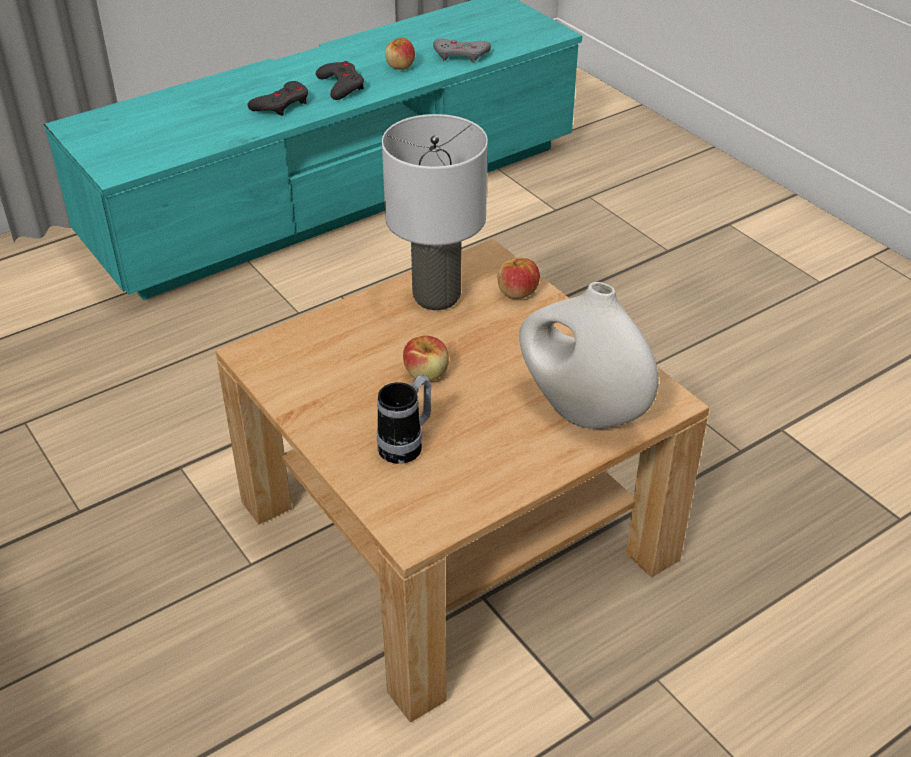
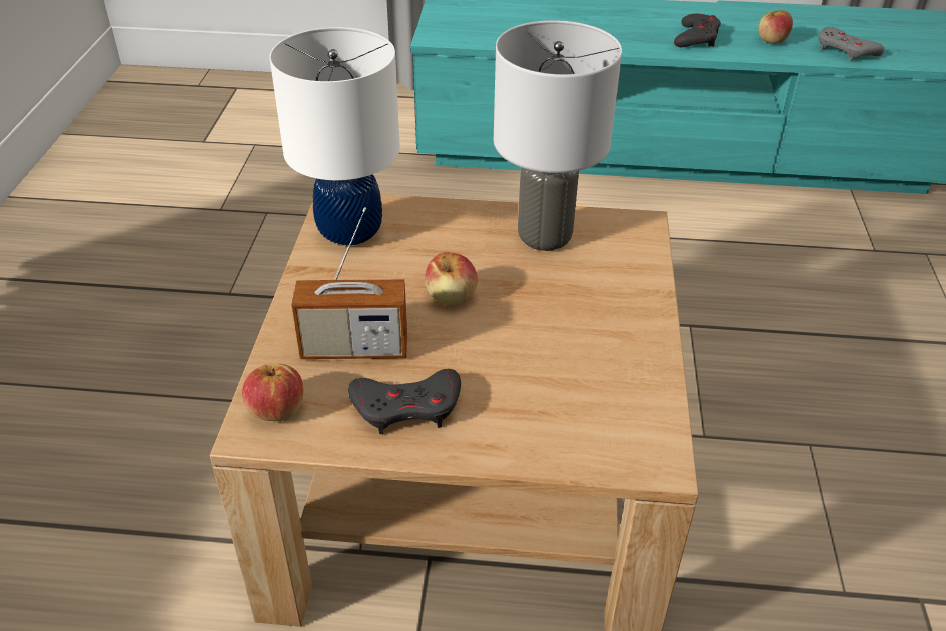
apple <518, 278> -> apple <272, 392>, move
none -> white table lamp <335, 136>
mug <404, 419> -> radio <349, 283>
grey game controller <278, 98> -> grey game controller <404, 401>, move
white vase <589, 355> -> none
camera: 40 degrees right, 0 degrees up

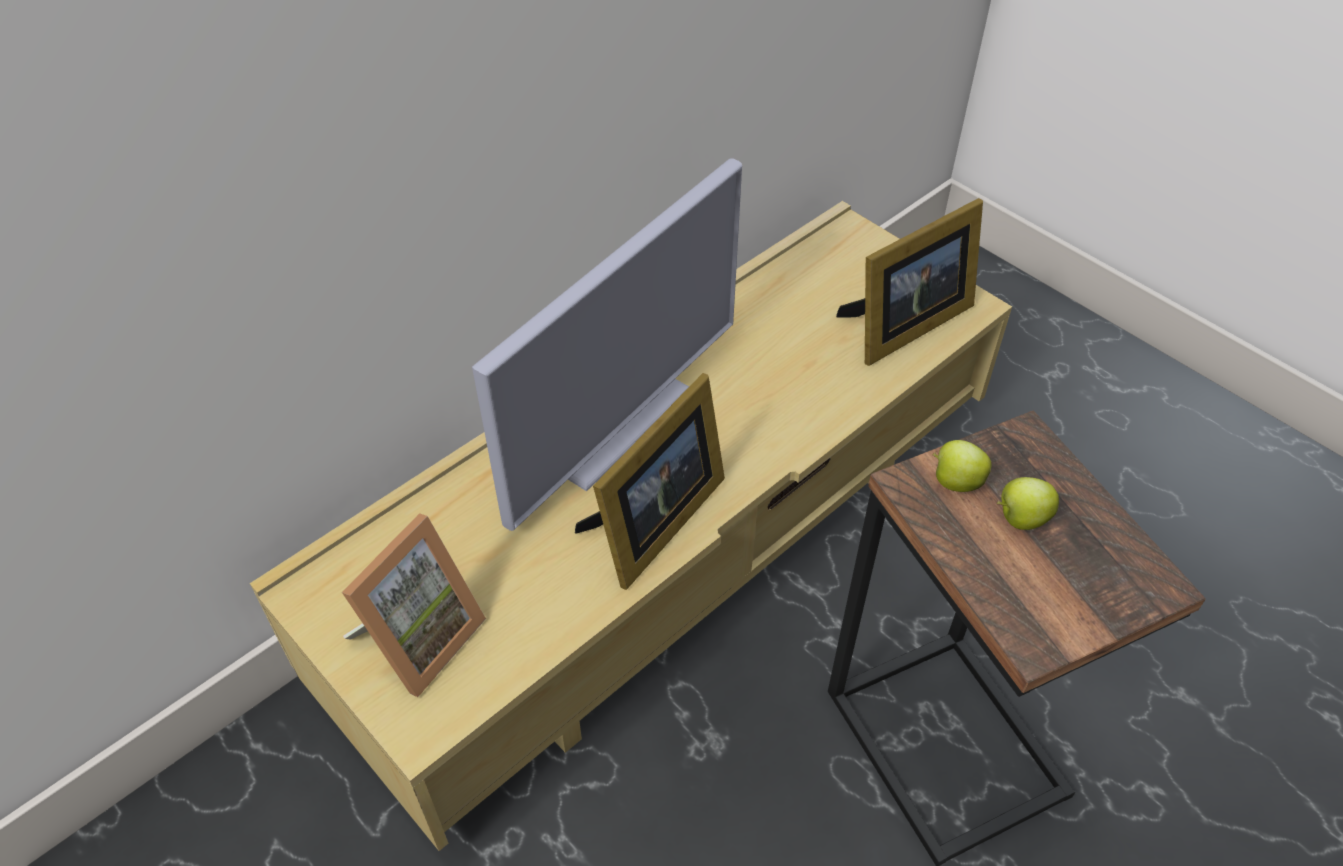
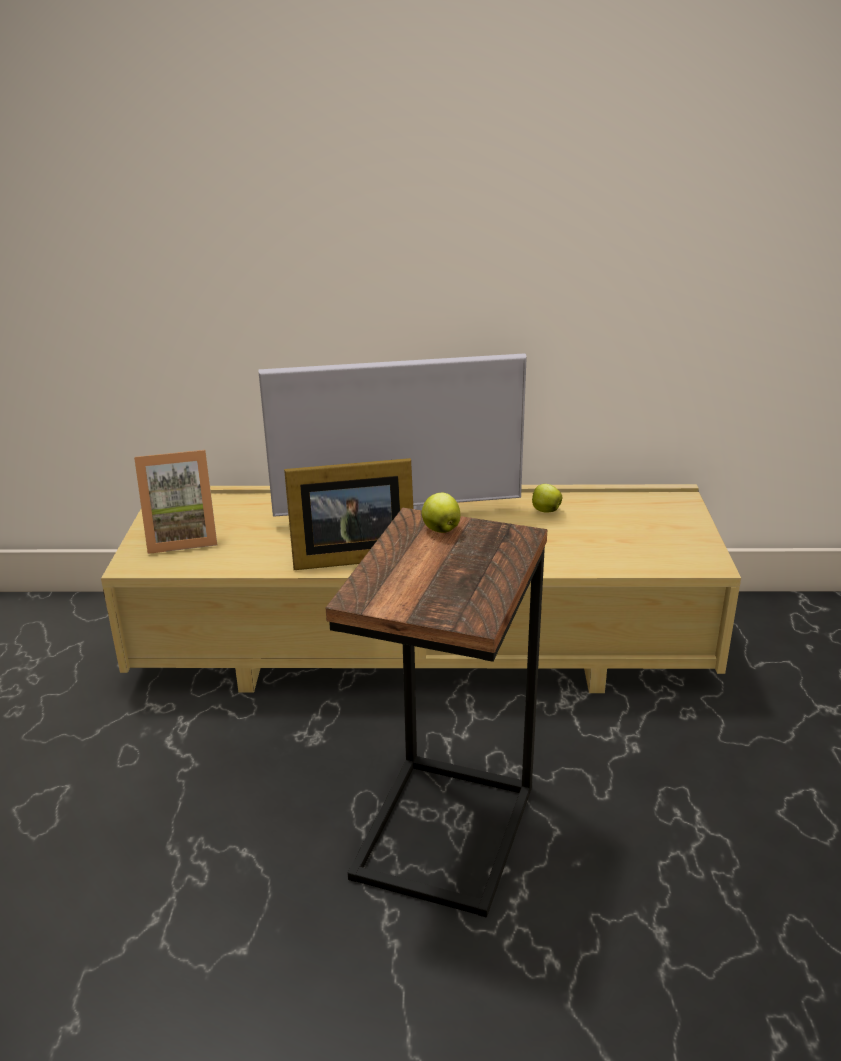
apple <1028, 503> -> apple <547, 498>, move
picture frame <909, 282> -> none
camera: 45 degrees right, 20 degrees down

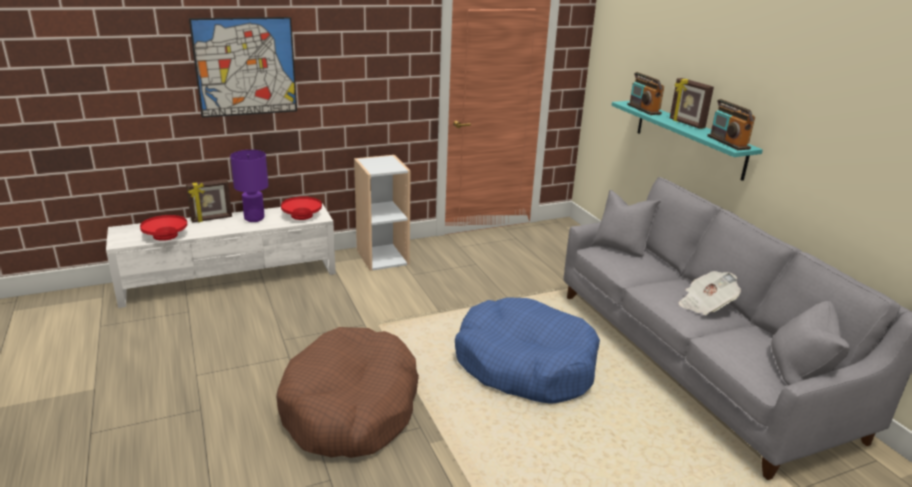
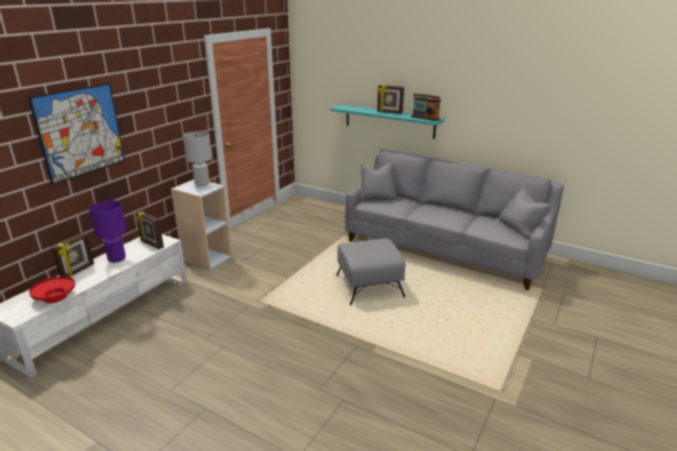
red bowl <301, 208> -> picture frame <149, 230>
none -> grey table lamp <197, 158>
blue dog bed <527, 350> -> grey ottoman <370, 271>
brown dog bed <347, 392> -> none
radio <645, 93> -> none
newspaper <710, 293> -> none
camera: 35 degrees left, 0 degrees up

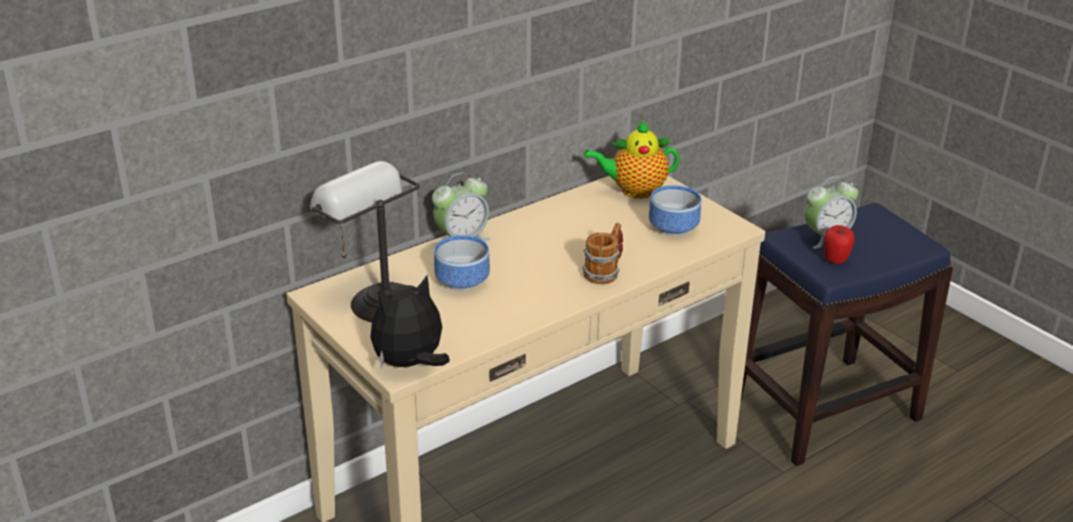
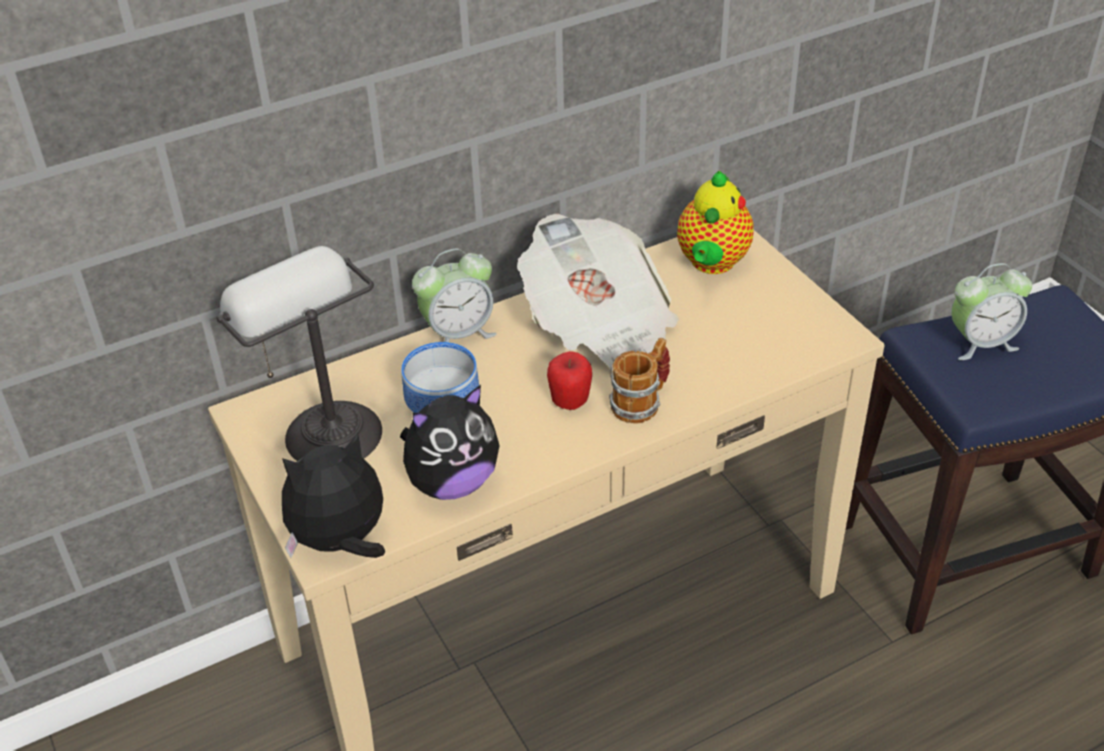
none -> plush toy <450, 442>
none -> newspaper <598, 292>
apple <839, 244> -> apple <569, 380>, move
teapot <632, 159> -> teapot <715, 222>, 75 degrees counterclockwise
bowl <675, 210> -> none
camera: 10 degrees right, 10 degrees up

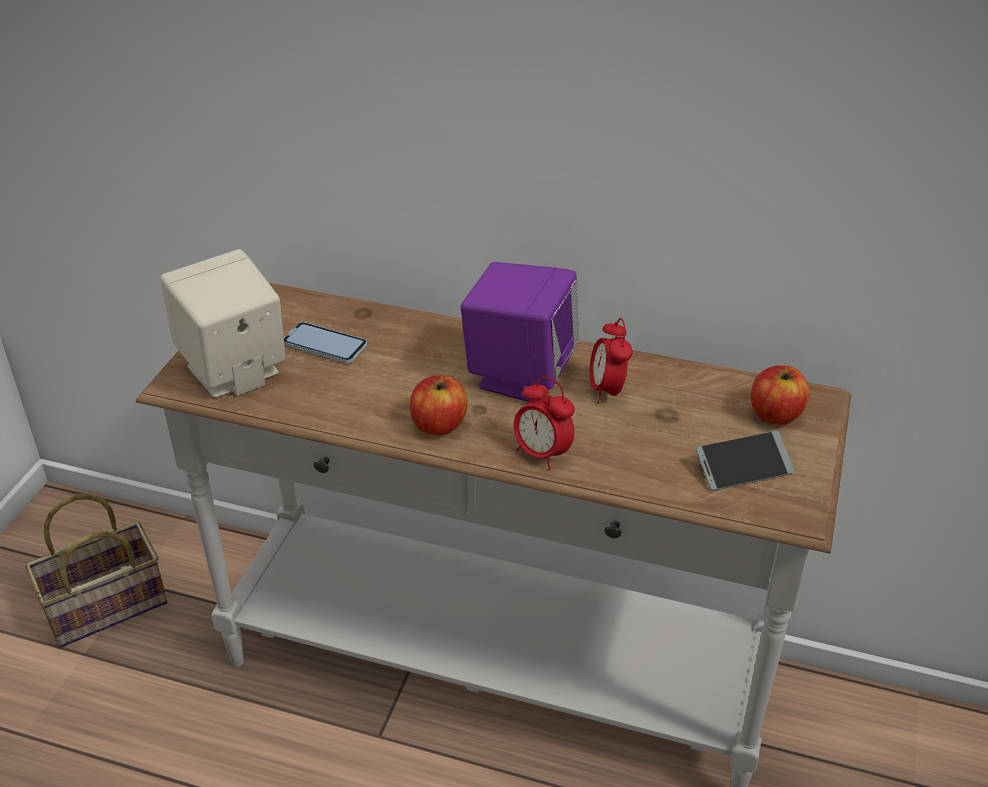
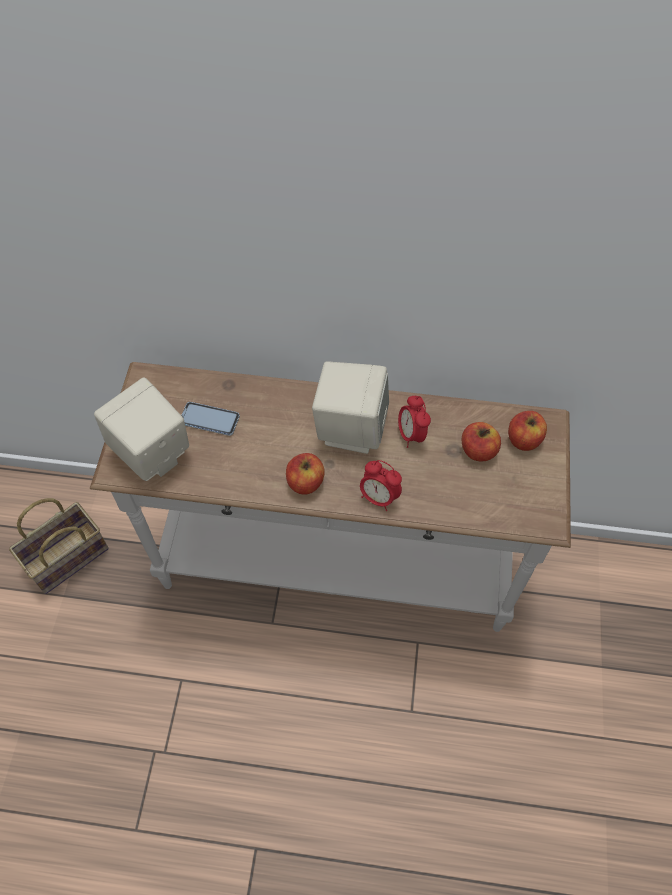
purple speaker <520, 332> -> beige speaker <350, 407>
none -> apple <481, 442>
phone <745, 461> -> none
camera: 10 degrees left, 20 degrees up

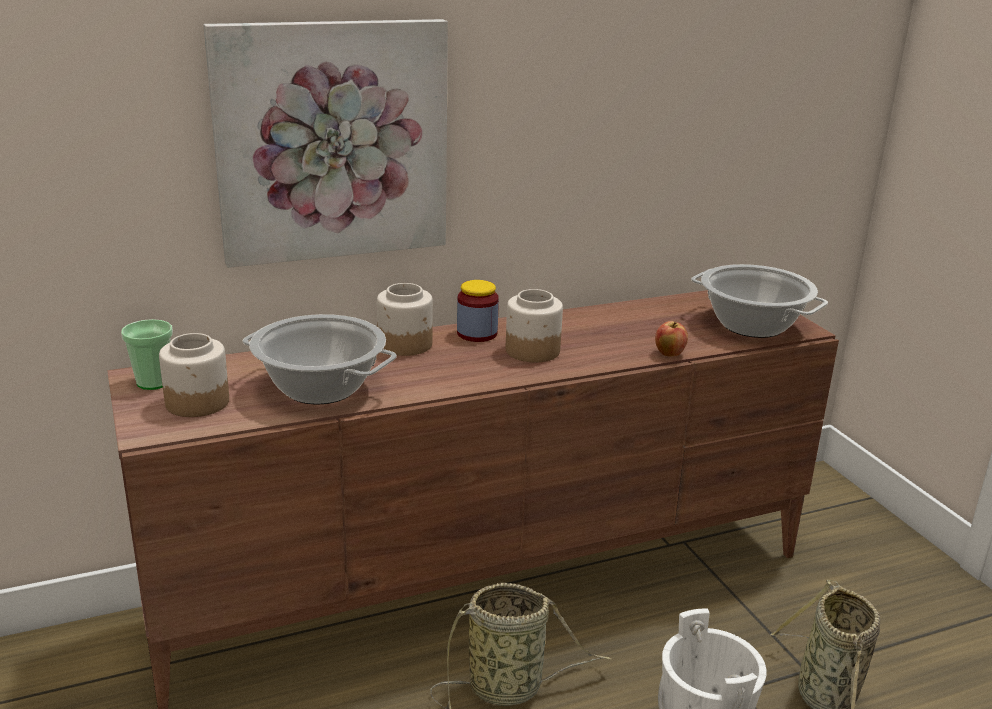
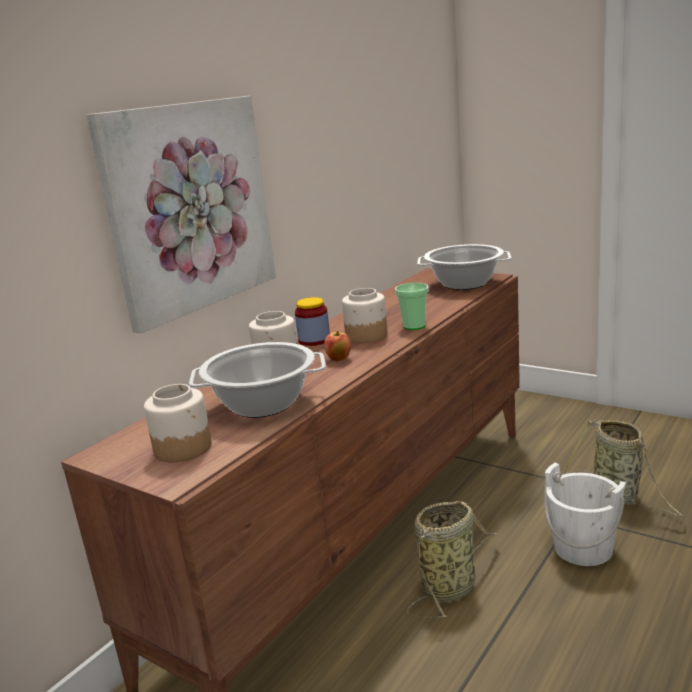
apple <671, 339> -> apple <337, 346>, move
cup <147, 354> -> cup <412, 306>, move
camera: 30 degrees left, 5 degrees down

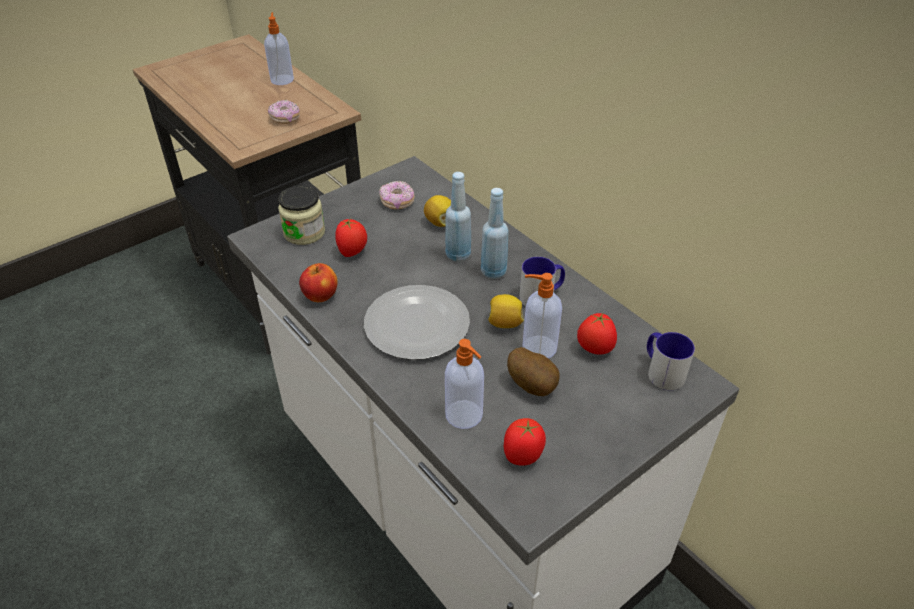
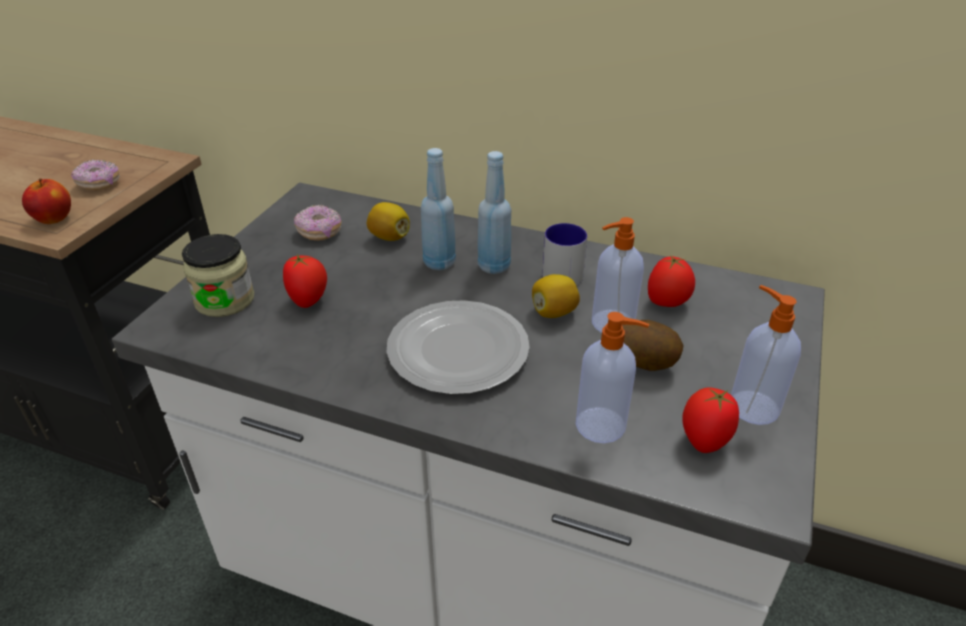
apple <318, 282> -> apple <46, 201>, move
soap dispenser <279, 48> -> soap dispenser <766, 355>, move
mug <671, 361> -> none
camera: 30 degrees left, 5 degrees down

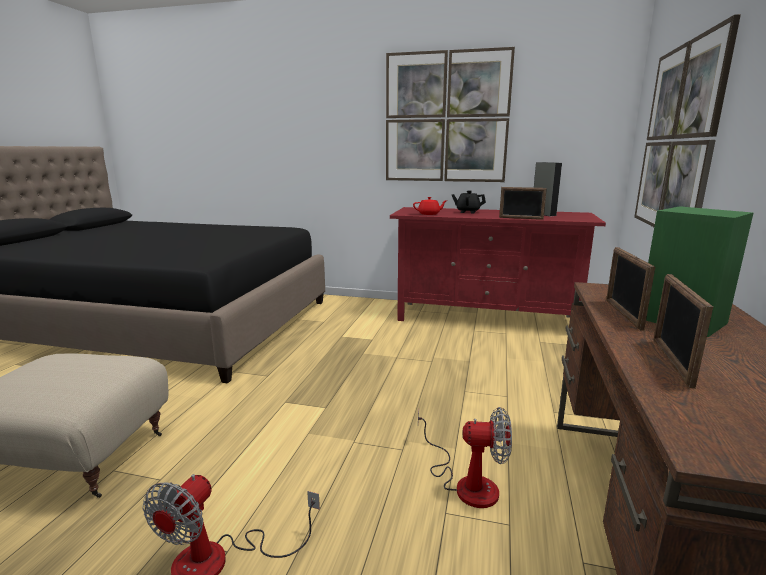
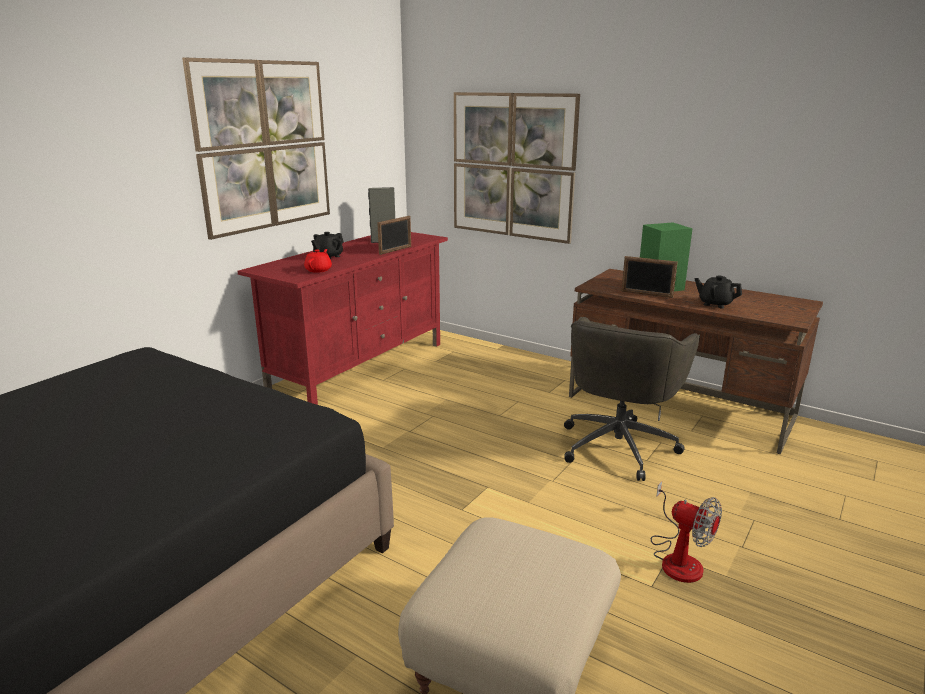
fan <465, 457> -> grey office chair <632, 399>
picture frame <683, 331> -> black teapot <718, 291>
camera: 70 degrees left, 5 degrees up

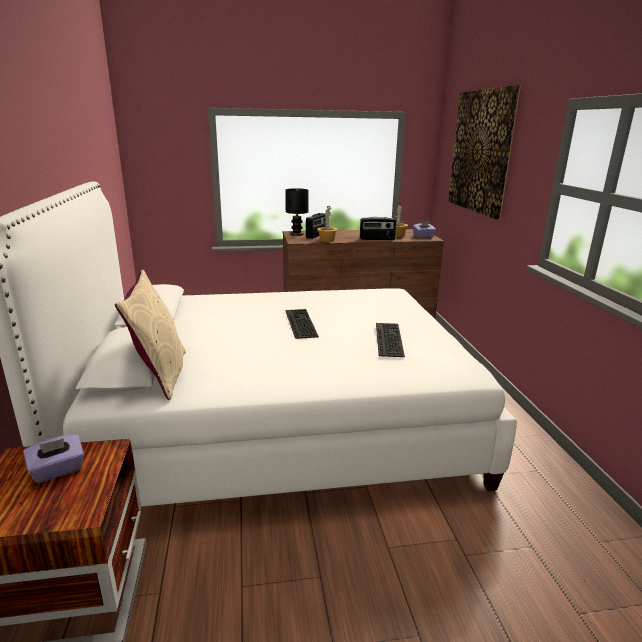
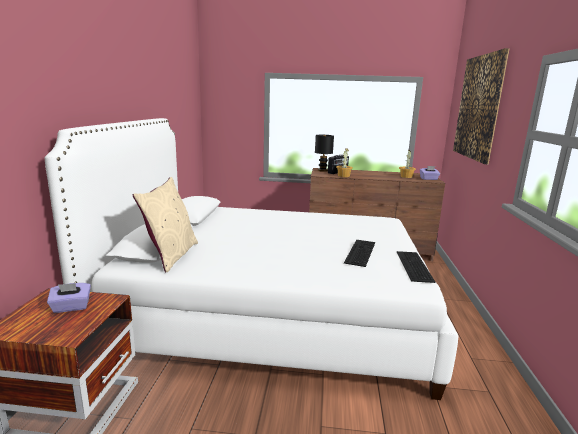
keyboard <302, 324> -> keyboard <416, 267>, move
radio <378, 228> -> none
camera: 15 degrees right, 5 degrees down

